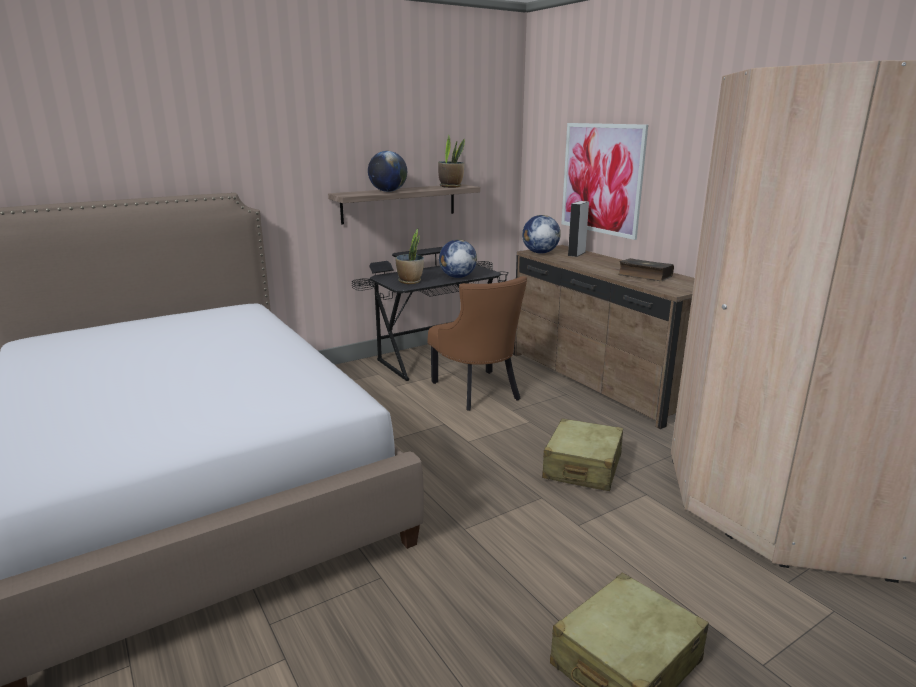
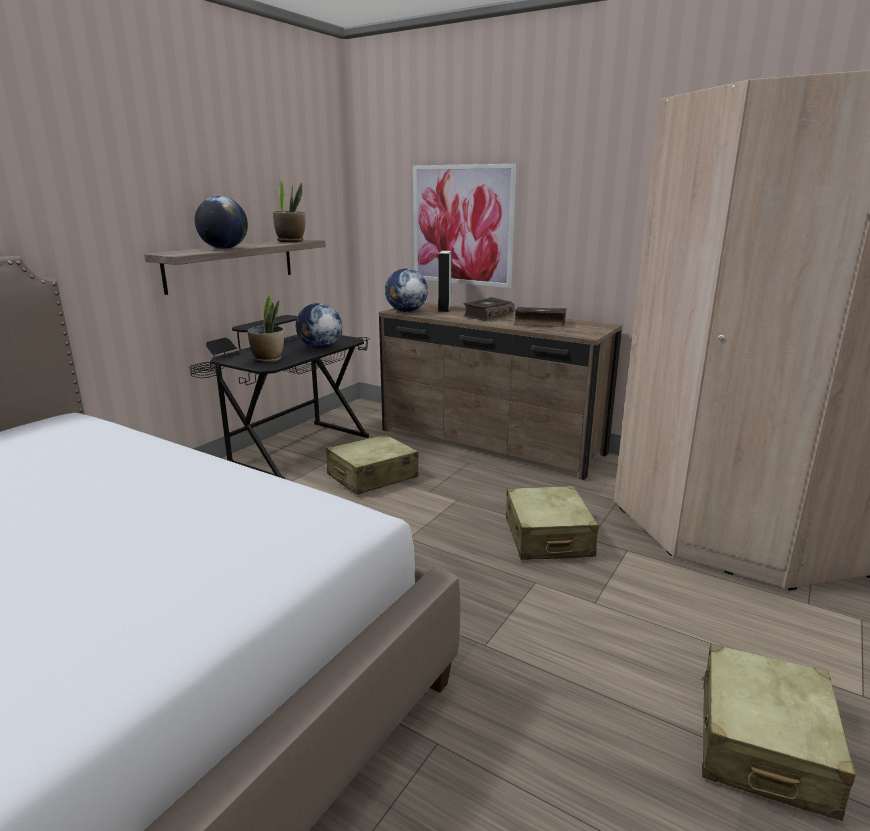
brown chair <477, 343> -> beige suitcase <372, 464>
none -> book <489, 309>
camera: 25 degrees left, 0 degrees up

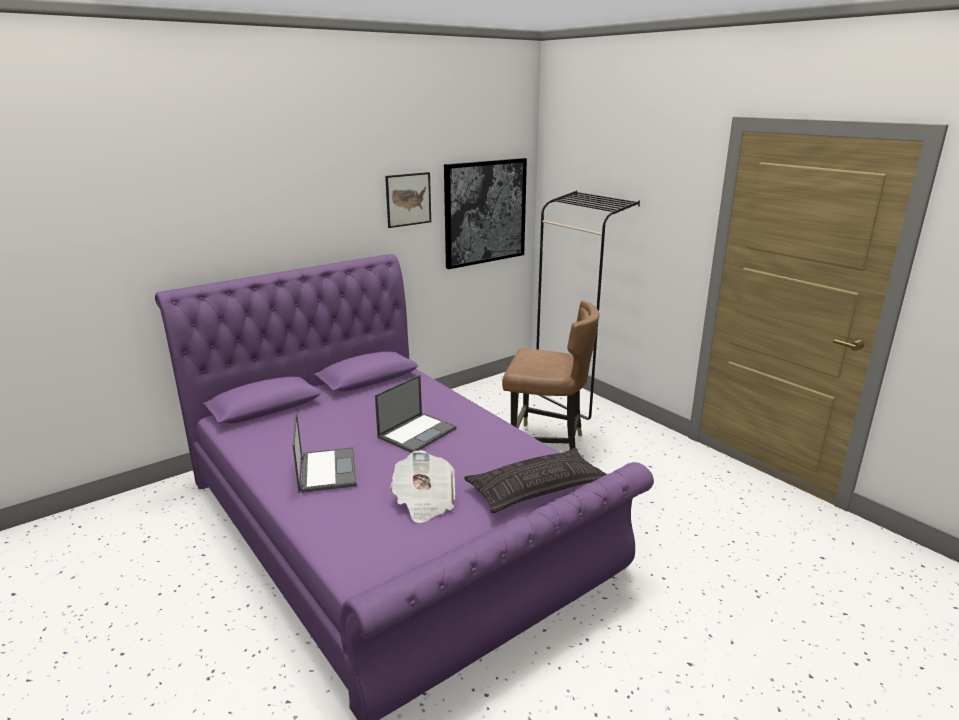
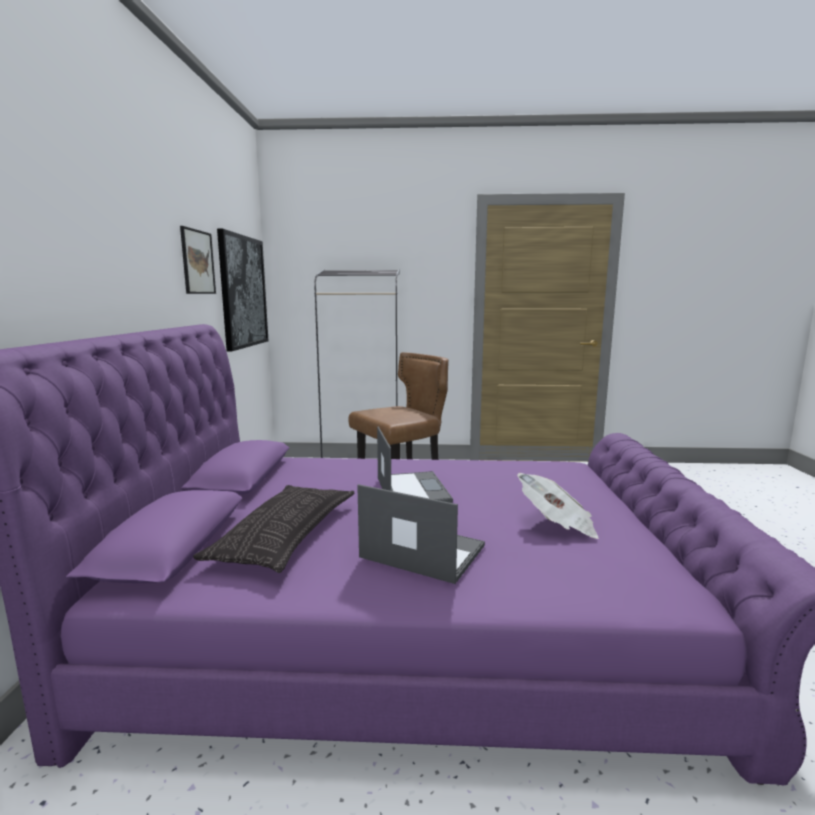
pillow <535, 480> -> pillow <273, 529>, move
camera: 50 degrees left, 10 degrees down

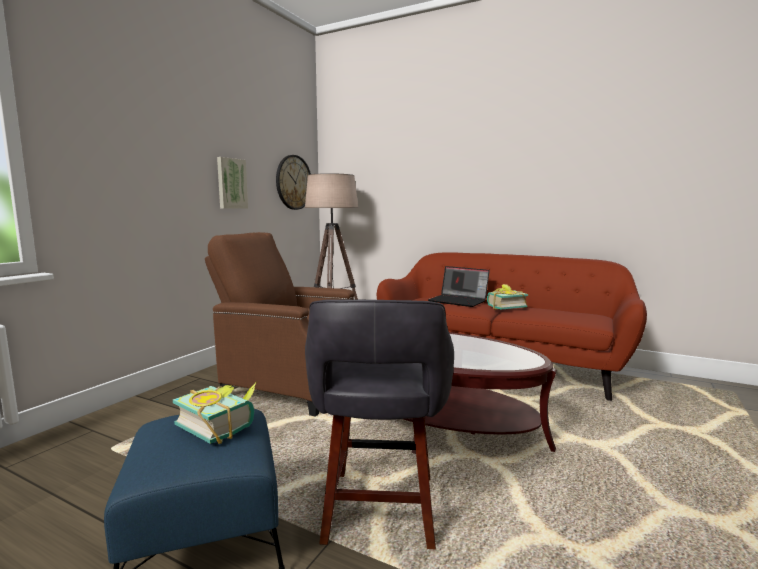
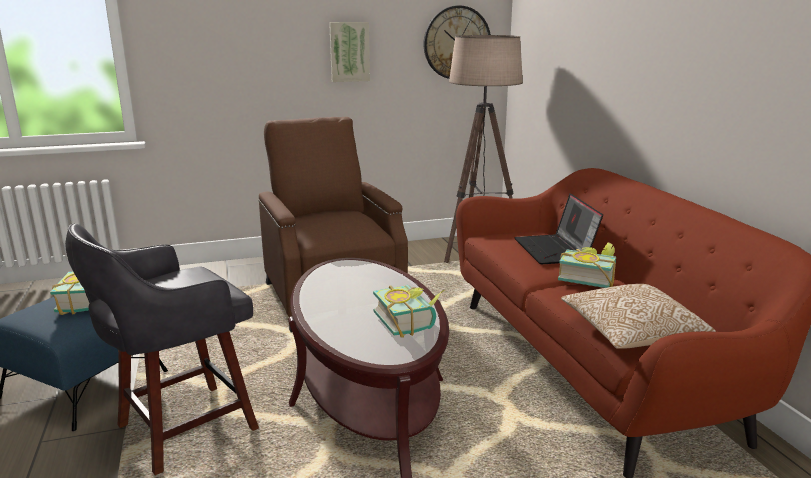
none -> book <408, 311>
none -> pillow <638, 316>
camera: 45 degrees right, 10 degrees up

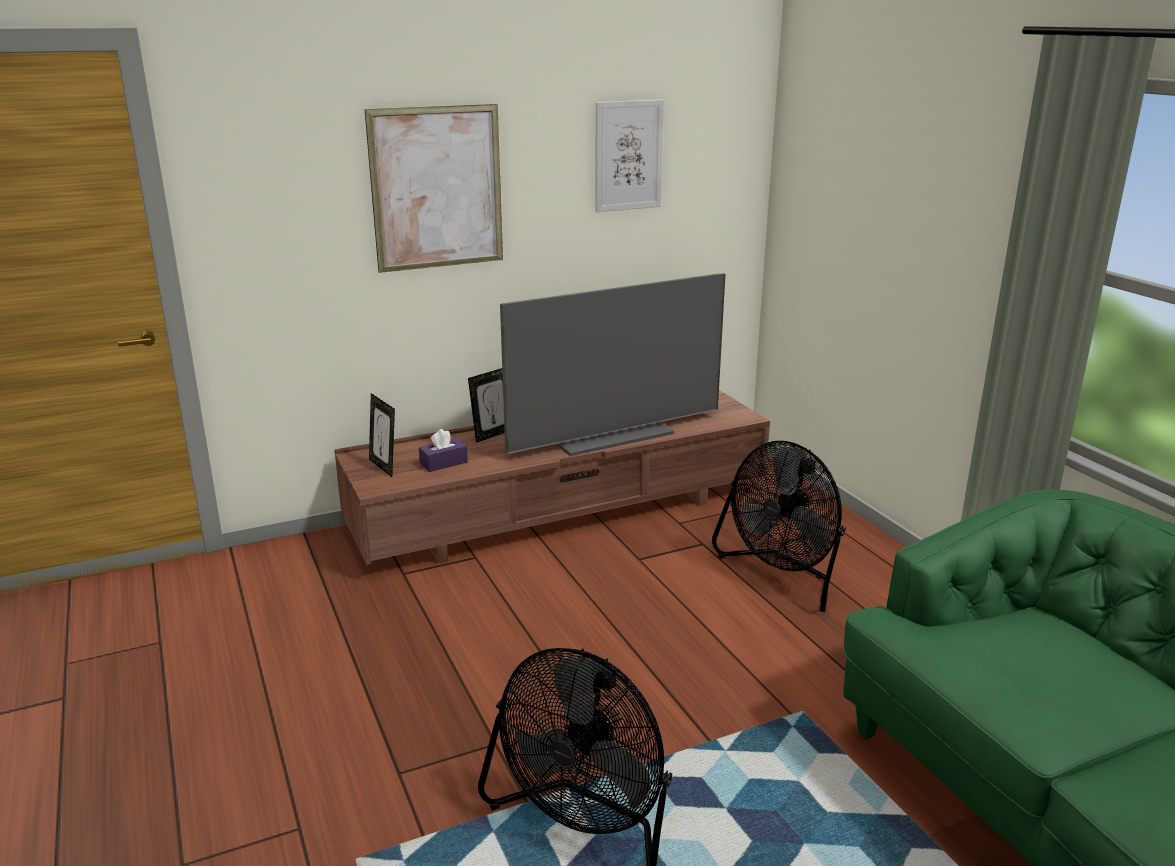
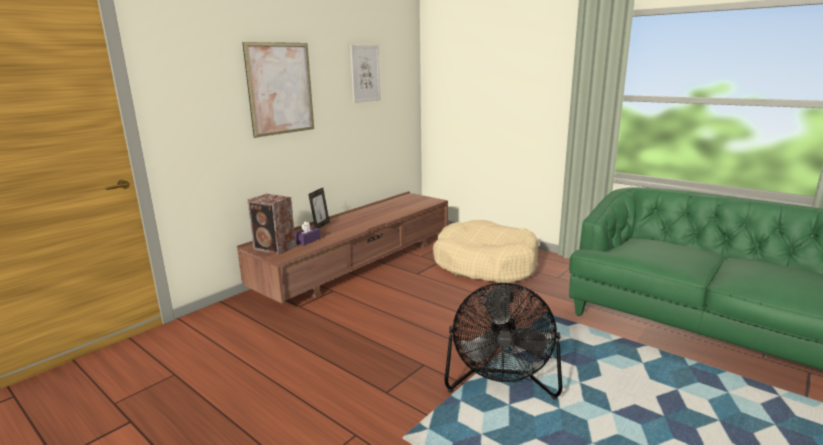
picture frame <382, 435> -> speaker <271, 224>
black fan <779, 526> -> beige dog bed <486, 251>
television <612, 364> -> none
camera: 25 degrees left, 5 degrees down

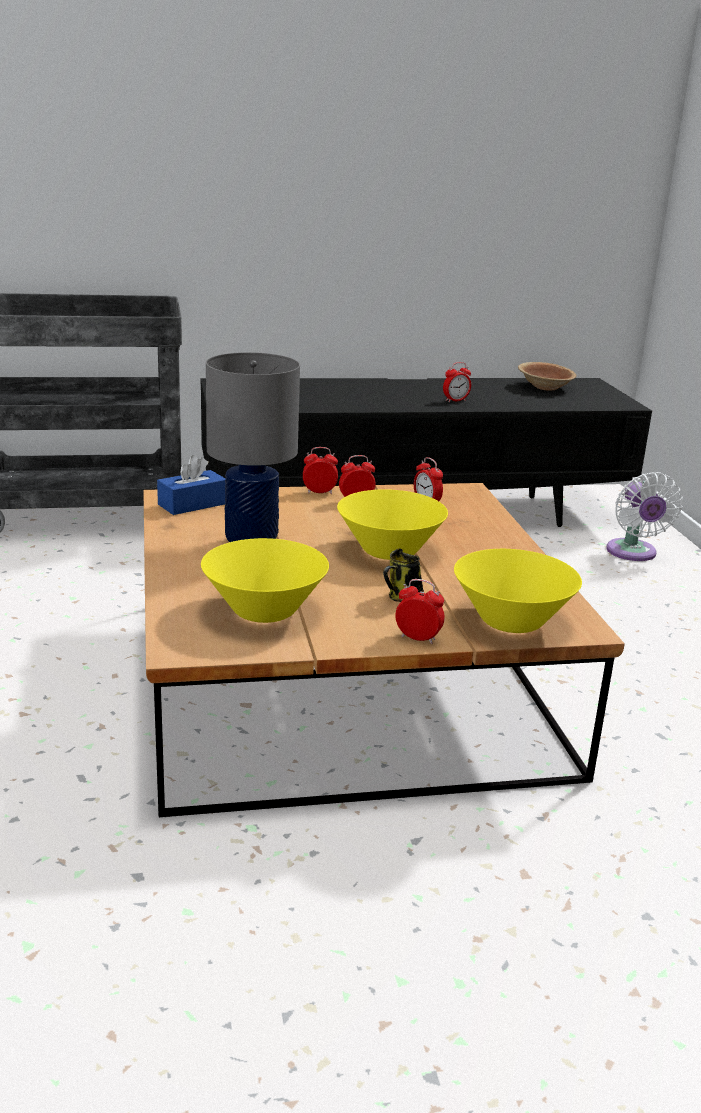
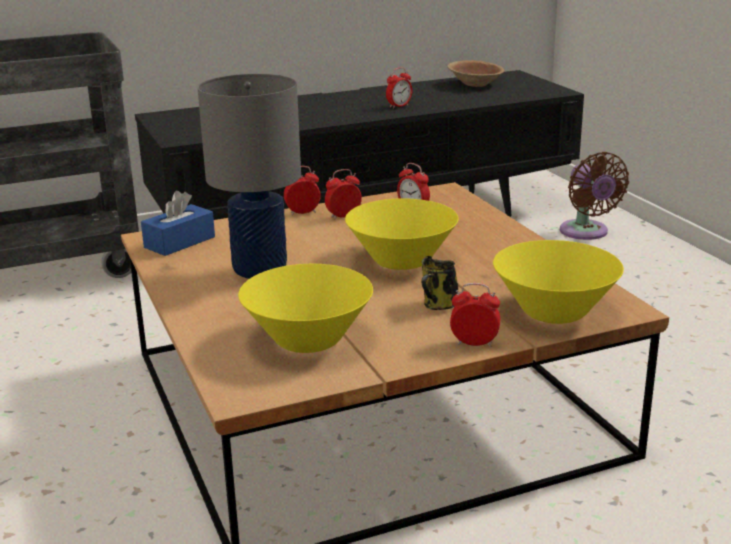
white fan <644, 516> -> brown fan <594, 196>
camera: 10 degrees left, 0 degrees up

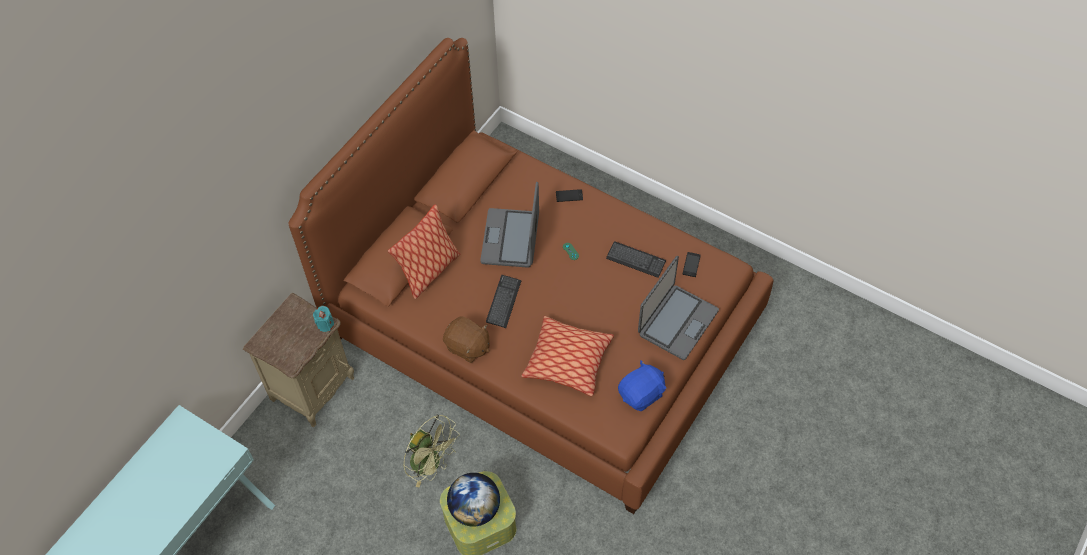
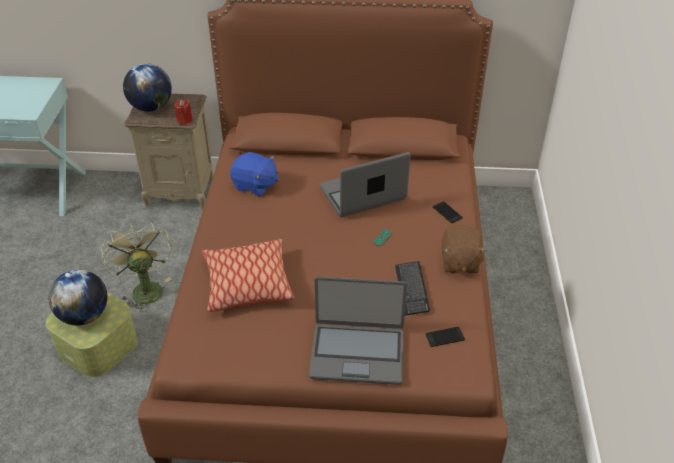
green fan <431, 451> -> green fan <136, 267>, 150 degrees clockwise
none -> globe <147, 87>
turquoise candle <323, 319> -> red candle <183, 112>
blue plush toy <642, 385> -> blue plush toy <254, 174>, move
brown plush toy <466, 339> -> brown plush toy <464, 249>, move
pillow <424, 251> -> none
keyboard <503, 301> -> none
camera: 60 degrees right, 15 degrees down

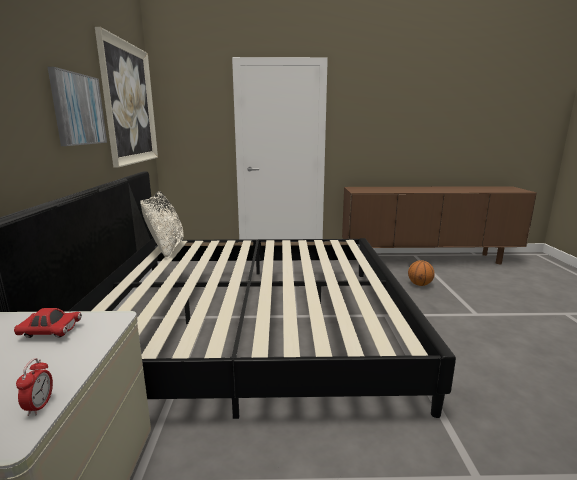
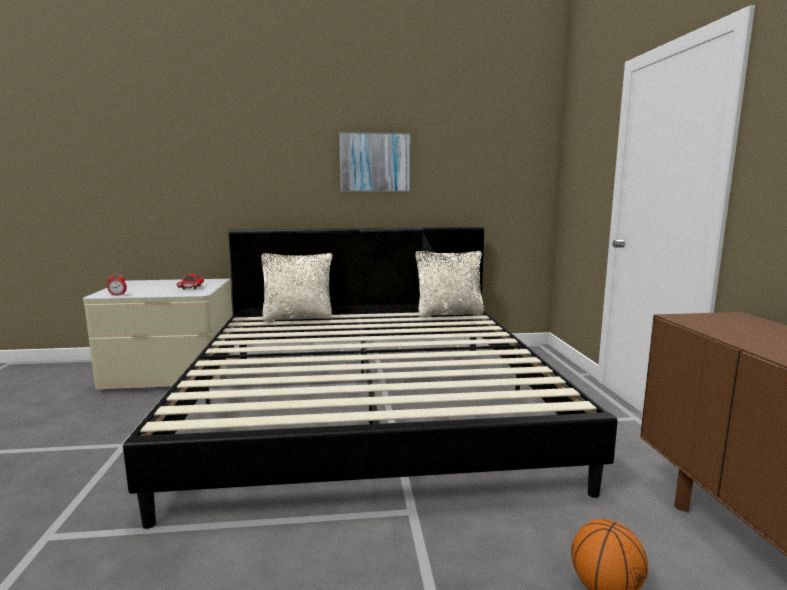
none -> beige pillow <296, 287>
picture <126, 97> -> none
camera: 85 degrees right, 5 degrees down

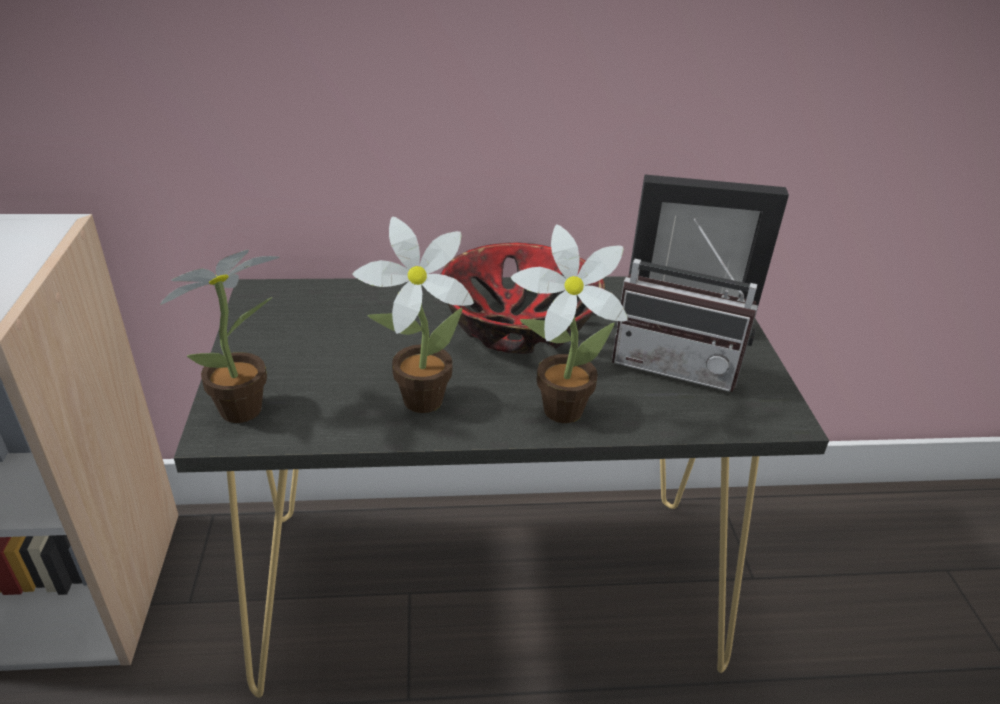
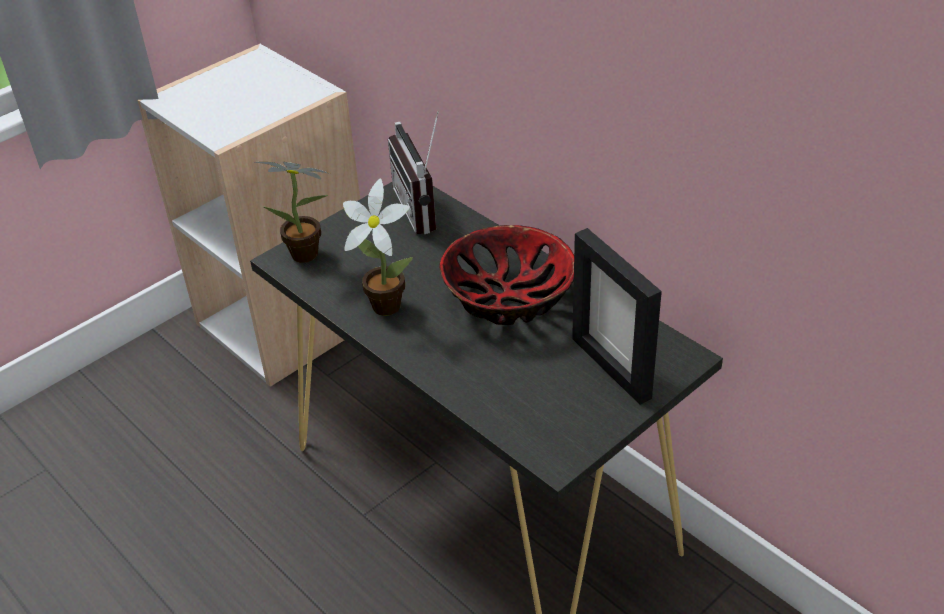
radio <685, 305> -> radio <413, 173>, move
potted plant <569, 323> -> none
camera: 55 degrees right, 5 degrees up

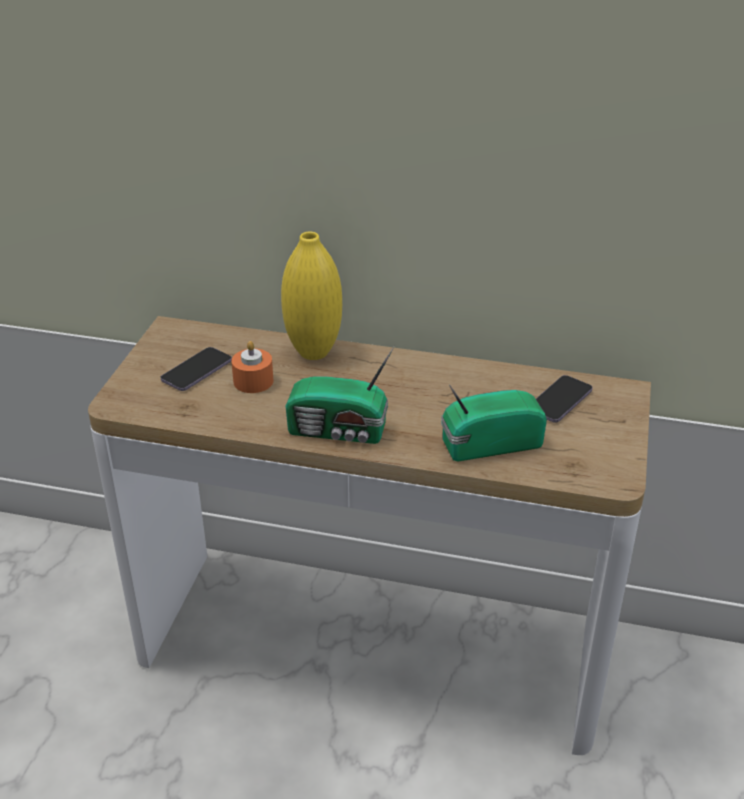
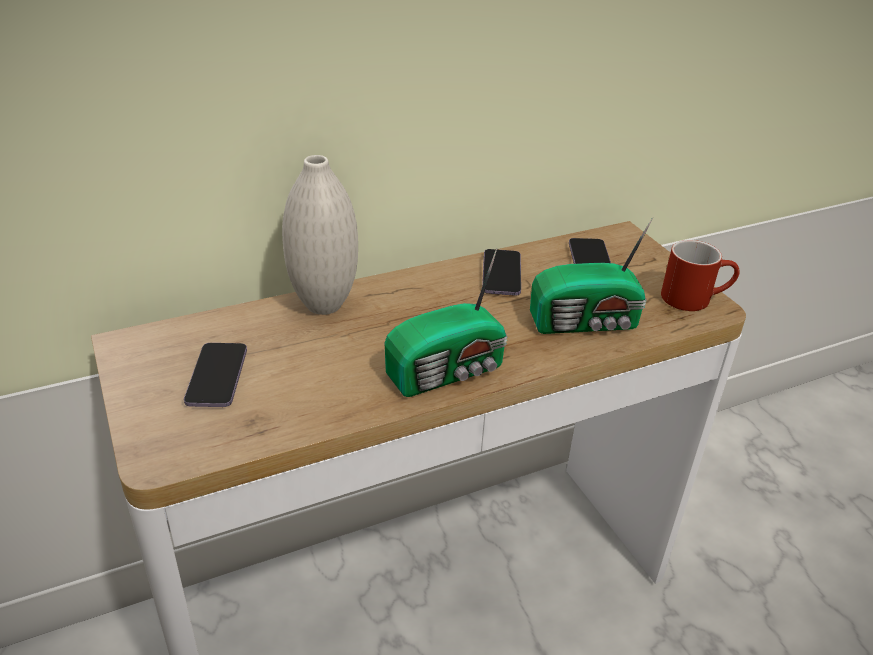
yellow vase <311, 296> -> white vase <320, 235>
none -> phone <501, 272>
radio <494, 423> -> radio <591, 275>, 135 degrees counterclockwise
none -> red mug <700, 275>
orange candle <252, 367> -> none
camera: 40 degrees left, 0 degrees up

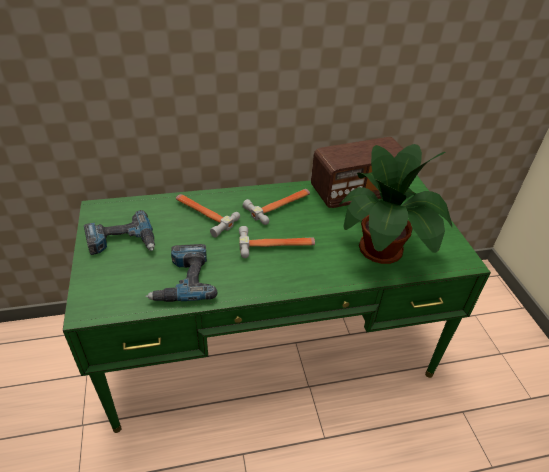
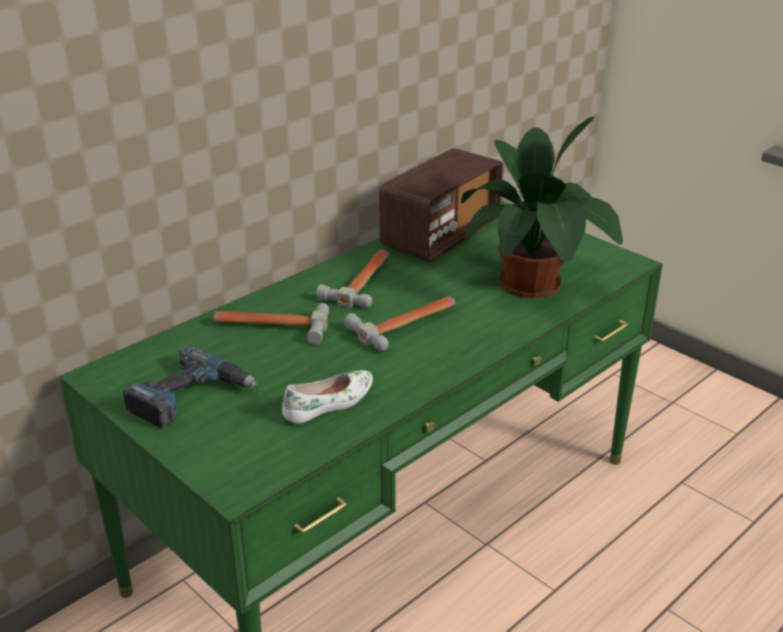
power drill <182, 273> -> white shoe <327, 397>
camera: 30 degrees left, 10 degrees down

